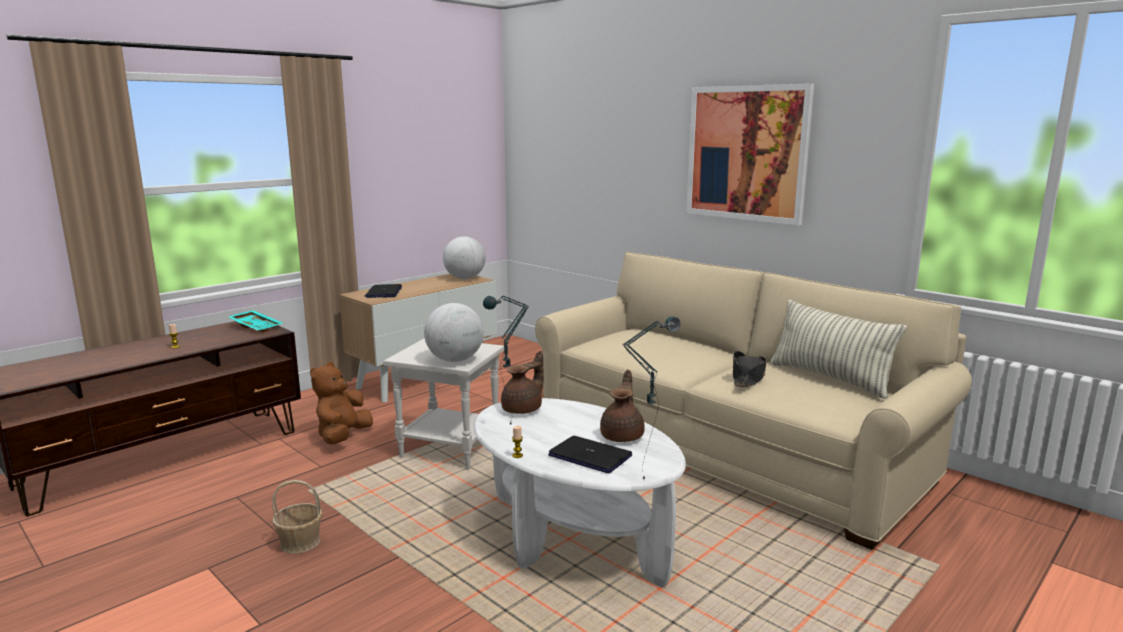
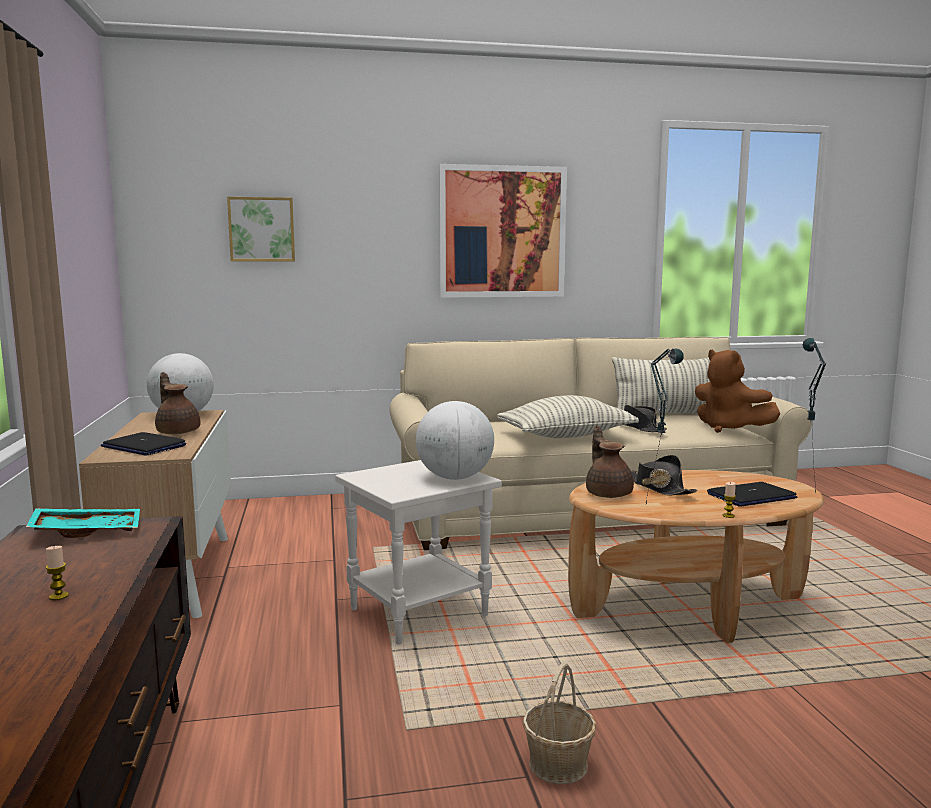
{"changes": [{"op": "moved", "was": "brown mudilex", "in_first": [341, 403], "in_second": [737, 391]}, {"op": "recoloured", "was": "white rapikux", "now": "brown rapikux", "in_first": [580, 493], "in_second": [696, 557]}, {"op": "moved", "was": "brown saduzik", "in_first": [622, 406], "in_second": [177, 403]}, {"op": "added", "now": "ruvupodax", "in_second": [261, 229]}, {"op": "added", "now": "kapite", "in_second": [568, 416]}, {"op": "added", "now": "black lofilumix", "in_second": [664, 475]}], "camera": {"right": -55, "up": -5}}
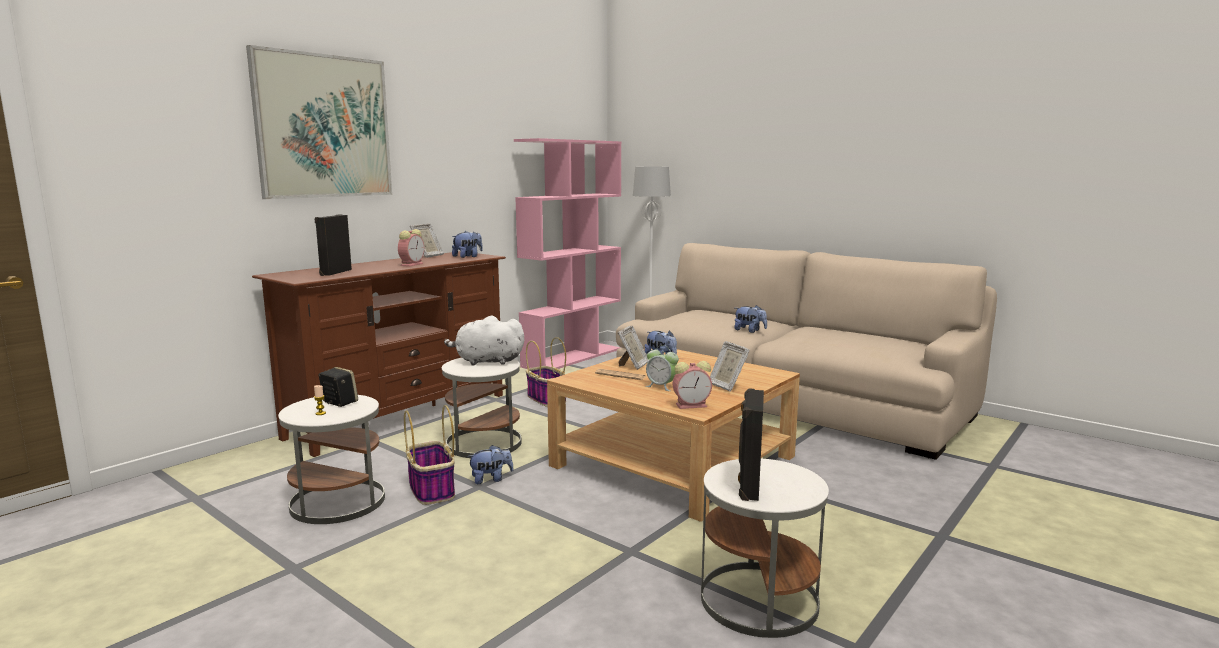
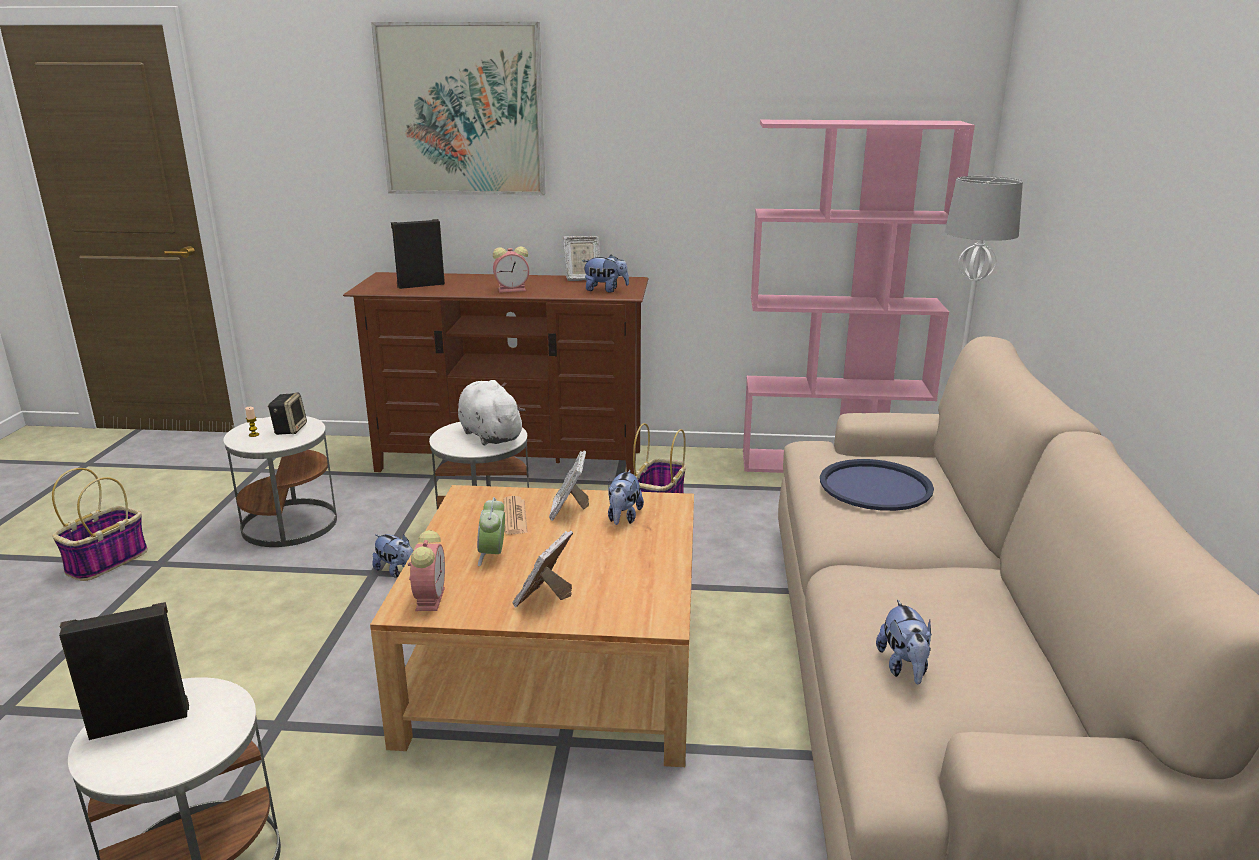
{"changes": [{"op": "moved", "was": "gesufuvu", "in_first": [429, 455], "in_second": [100, 524]}, {"op": "turned", "was": "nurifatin", "in_first": [633, 347], "in_second": [569, 485], "clockwise": 105}, {"op": "turned", "was": "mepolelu", "in_first": [692, 385], "in_second": [426, 570], "clockwise": -135}, {"op": "moved", "was": "mudilex", "in_first": [750, 319], "in_second": [904, 642]}, {"op": "added", "now": "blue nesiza", "in_second": [877, 485]}], "camera": {"right": 55, "up": 10}}
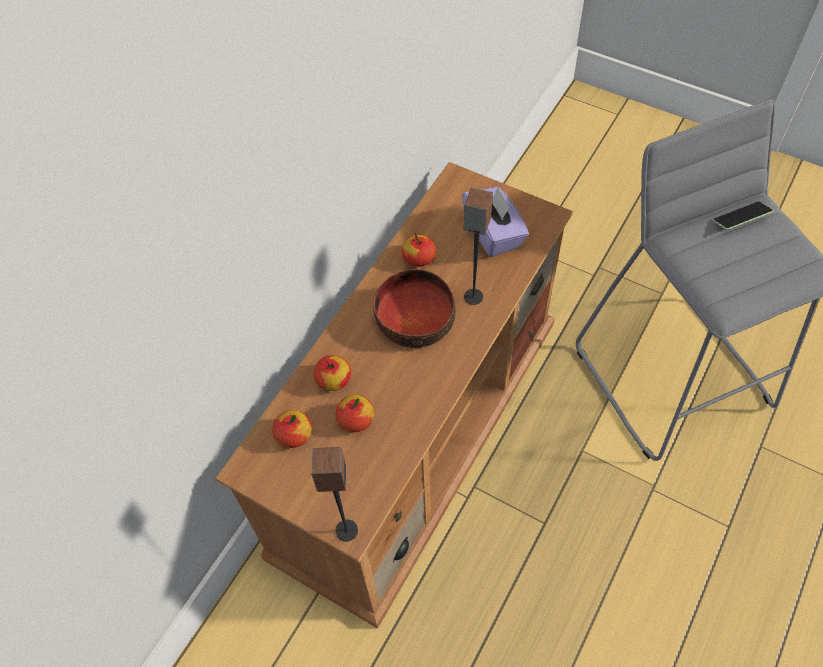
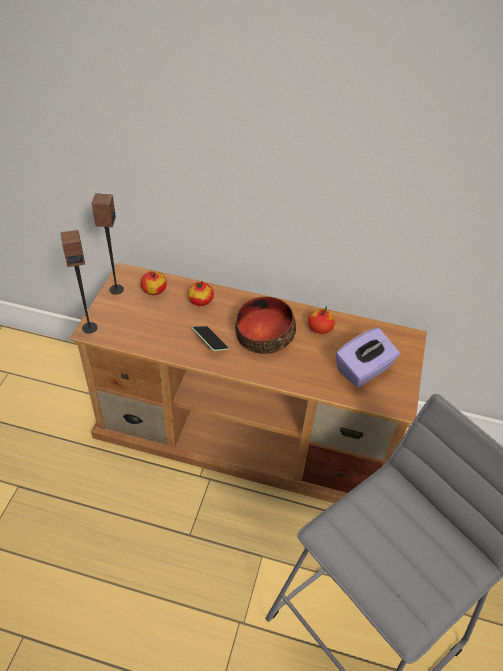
{"changes": [{"op": "removed", "was": "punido", "in_first": [355, 413]}, {"op": "moved", "was": "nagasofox", "in_first": [478, 246], "in_second": [107, 244]}, {"op": "moved", "was": "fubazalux", "in_first": [743, 215], "in_second": [210, 338]}], "camera": {"right": 70, "up": -10}}
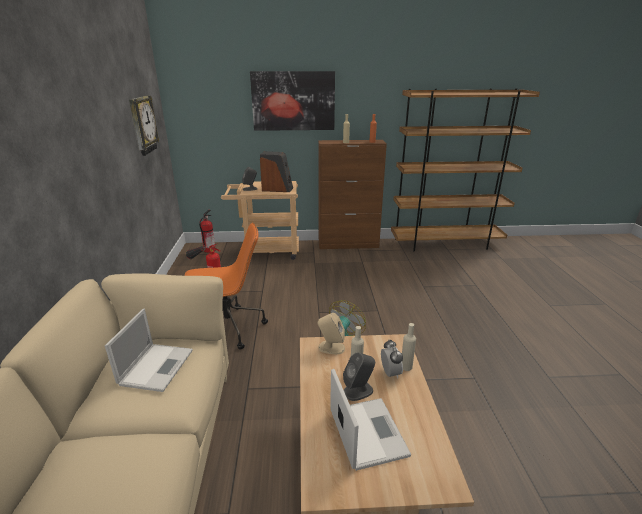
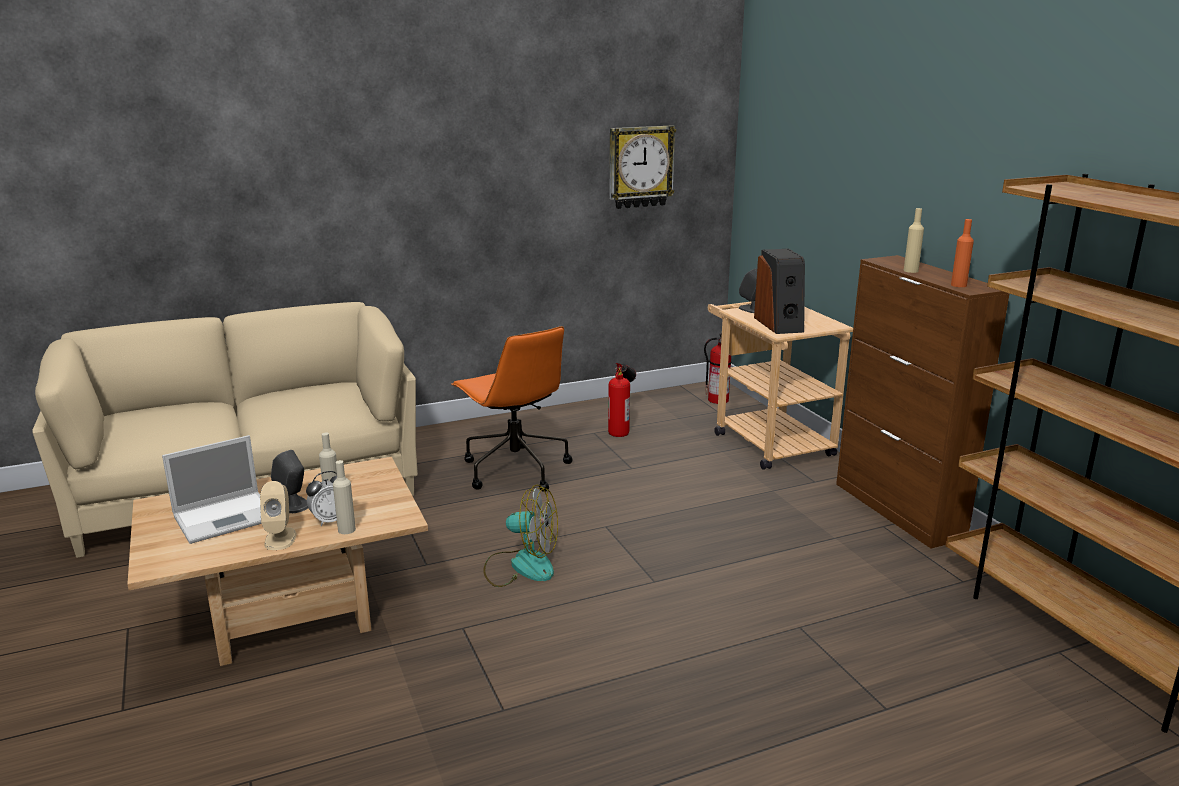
{"changes": [{"op": "removed", "was": "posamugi", "in_first": [149, 350]}, {"op": "removed", "was": "ruvupodax", "in_first": [292, 101]}, {"op": "moved", "was": "beige nagasofox", "in_first": [331, 333], "in_second": [278, 515]}], "camera": {"right": 70, "up": -5}}
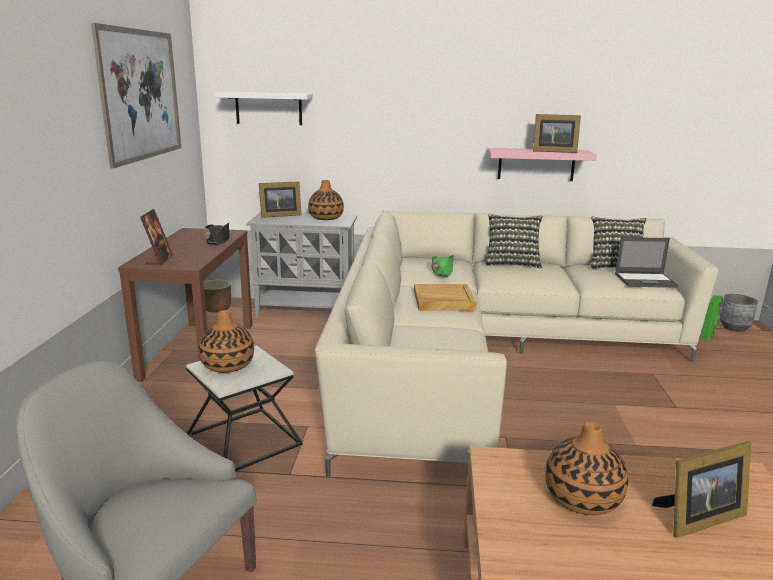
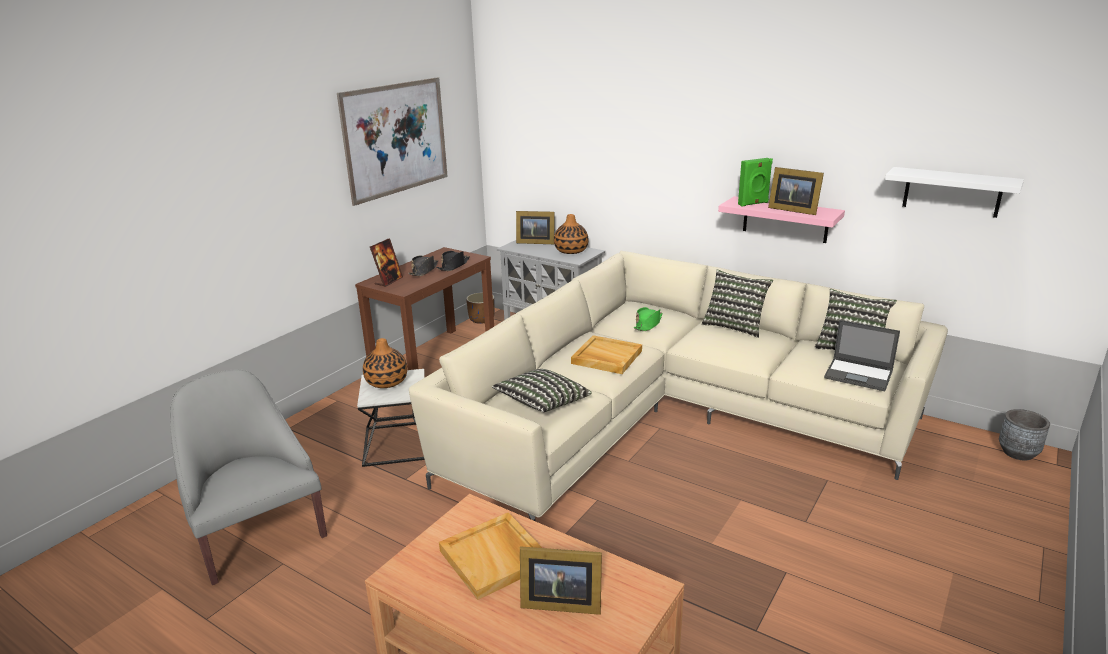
{"changes": [{"op": "moved", "was": "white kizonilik", "in_first": [263, 108], "in_second": [954, 192]}, {"op": "replaced", "was": "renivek", "now": "beige nesiza", "in_first": [586, 468], "in_second": [490, 556]}, {"op": "moved", "was": "green nagasofox", "in_first": [711, 318], "in_second": [755, 182]}, {"op": "added", "now": "black lofilumix", "in_second": [423, 265]}, {"op": "added", "now": "kapite", "in_second": [542, 390]}], "camera": {"right": 30, "up": 5}}
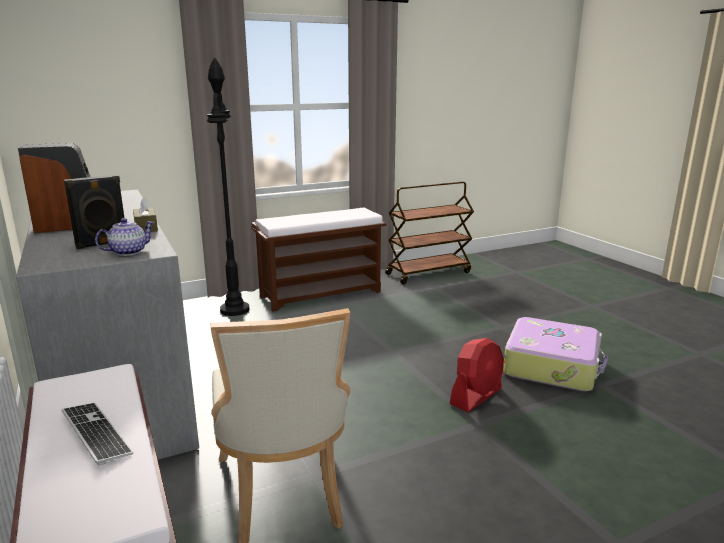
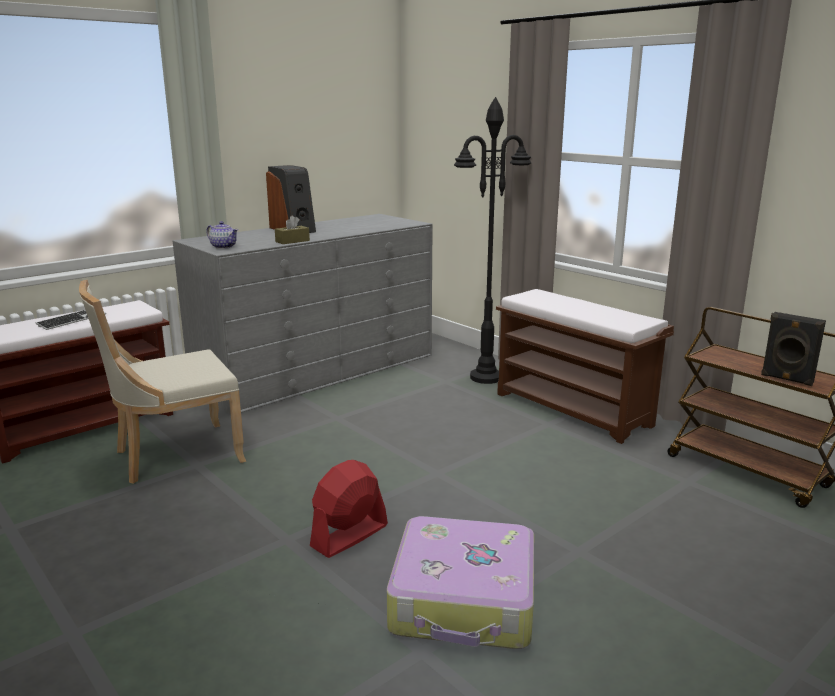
{"changes": [{"op": "moved", "was": "black nagasofox", "in_first": [94, 212], "in_second": [793, 349]}, {"op": "turned", "was": "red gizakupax", "in_first": [477, 375], "in_second": [349, 509], "clockwise": 105}], "camera": {"right": 75, "up": 0}}
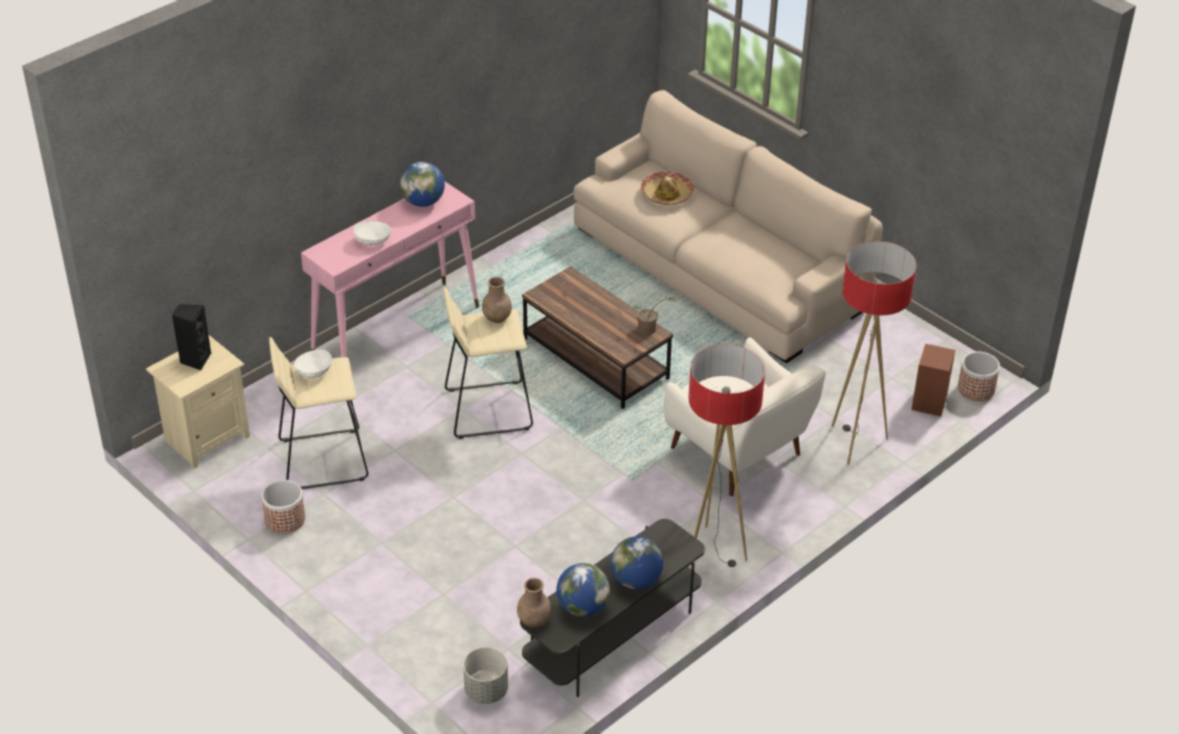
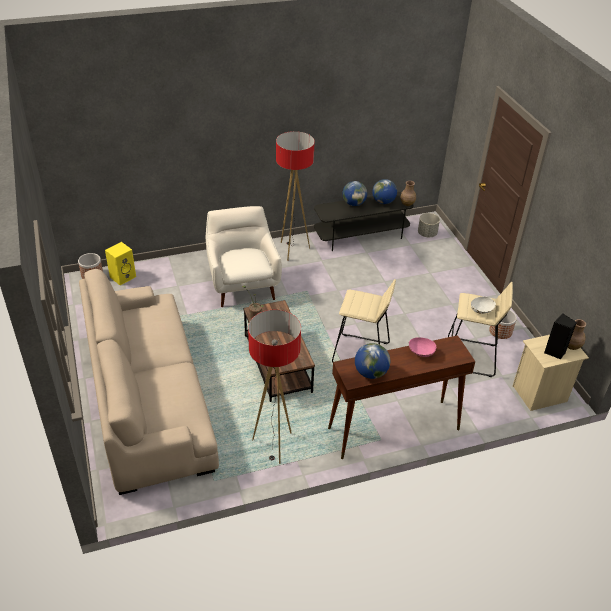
{"changes": [{"op": "recoloured", "was": "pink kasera", "now": "brown kasera", "in_first": [390, 269], "in_second": [402, 397]}, {"op": "recoloured", "was": "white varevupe", "now": "pink varevupe", "in_first": [372, 233], "in_second": [422, 347]}, {"op": "moved", "was": "brown renivek", "in_first": [497, 300], "in_second": [577, 334]}, {"op": "removed", "was": "lofilumix", "in_first": [667, 188]}, {"op": "moved", "was": "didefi", "in_first": [874, 353], "in_second": [274, 387]}, {"op": "recoloured", "was": "brown nagasofox", "now": "yellow nagasofox", "in_first": [933, 380], "in_second": [120, 263]}], "camera": {"right": -155, "up": 0}}
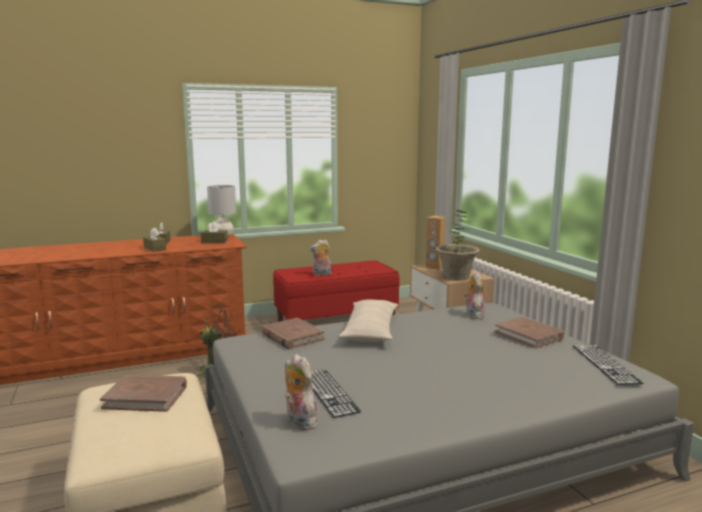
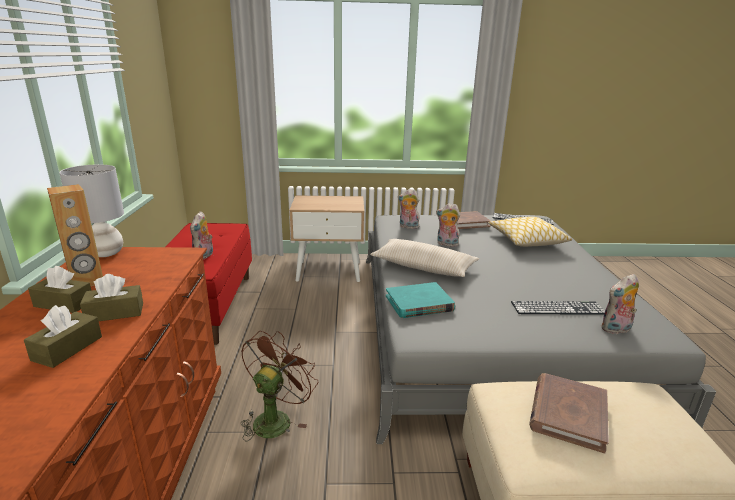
{"changes": [{"op": "moved", "was": "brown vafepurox", "in_first": [214, 232], "in_second": [63, 336]}, {"op": "recoloured", "was": "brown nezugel", "now": "turquoise nezugel", "in_first": [293, 333], "in_second": [420, 300]}, {"op": "moved", "was": "brown nagasofox", "in_first": [436, 243], "in_second": [75, 235]}, {"op": "removed", "was": "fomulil", "in_first": [457, 245]}, {"op": "added", "now": "mudilex", "in_second": [448, 225]}, {"op": "added", "now": "kapite", "in_second": [530, 232]}], "camera": {"right": -70, "up": 10}}
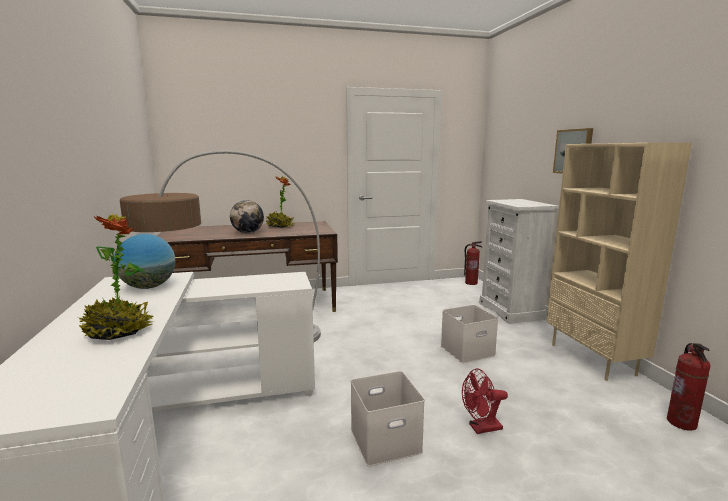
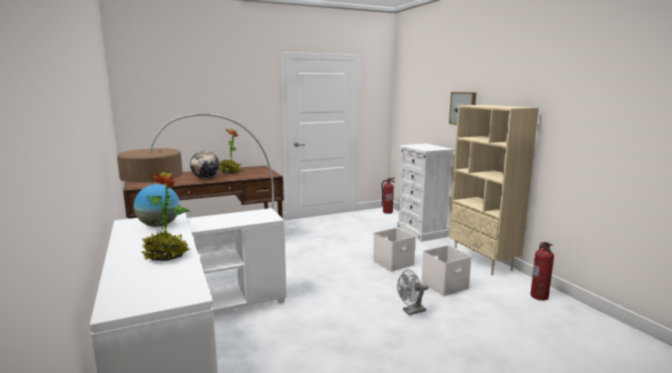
{"changes": [{"op": "moved", "was": "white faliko", "in_first": [388, 418], "in_second": [446, 270]}, {"op": "recoloured", "was": "red gizakupax", "now": "grey gizakupax", "in_first": [485, 401], "in_second": [413, 292]}], "camera": {"right": -10, "up": 0}}
